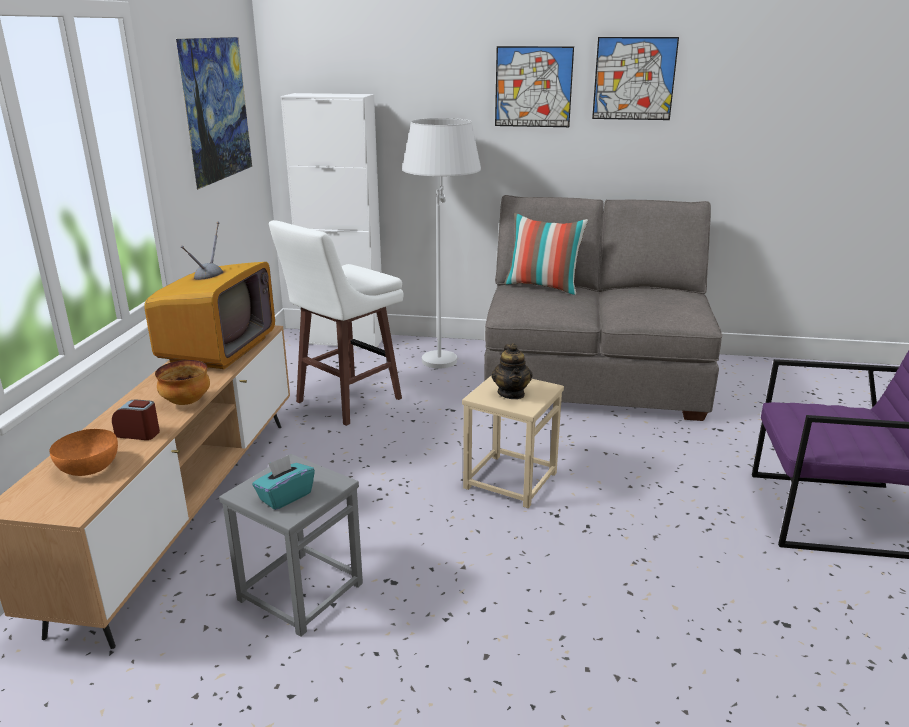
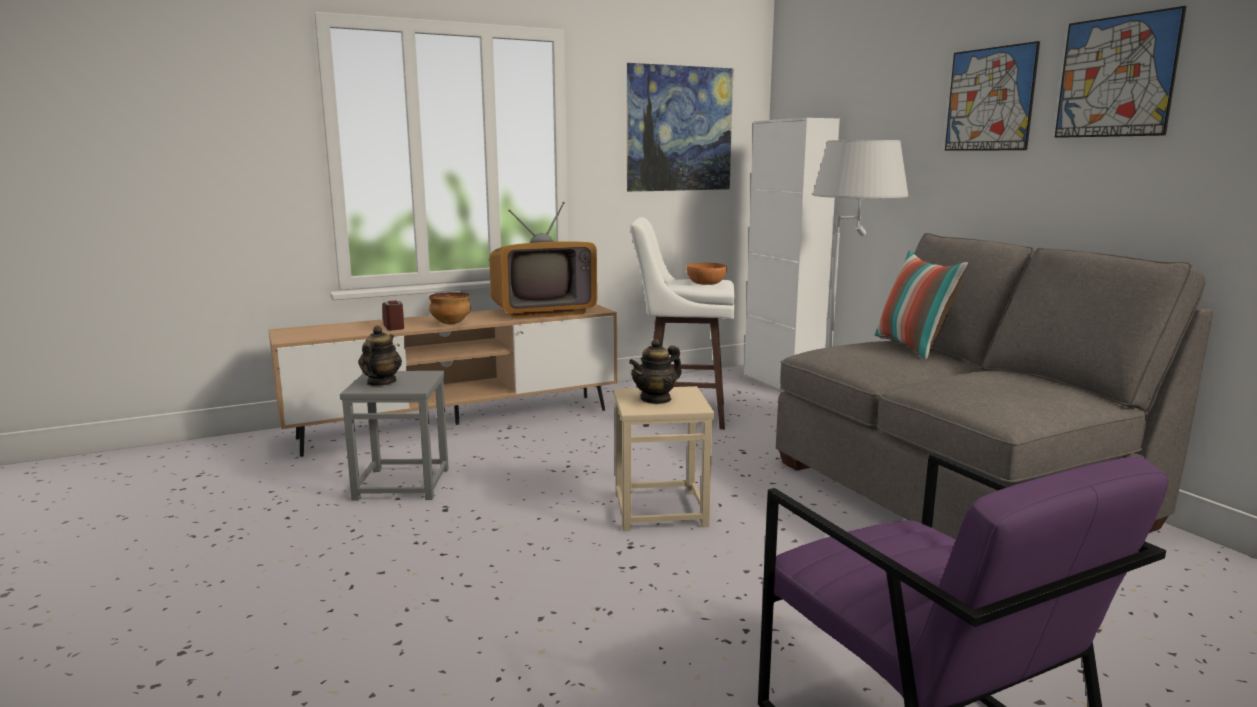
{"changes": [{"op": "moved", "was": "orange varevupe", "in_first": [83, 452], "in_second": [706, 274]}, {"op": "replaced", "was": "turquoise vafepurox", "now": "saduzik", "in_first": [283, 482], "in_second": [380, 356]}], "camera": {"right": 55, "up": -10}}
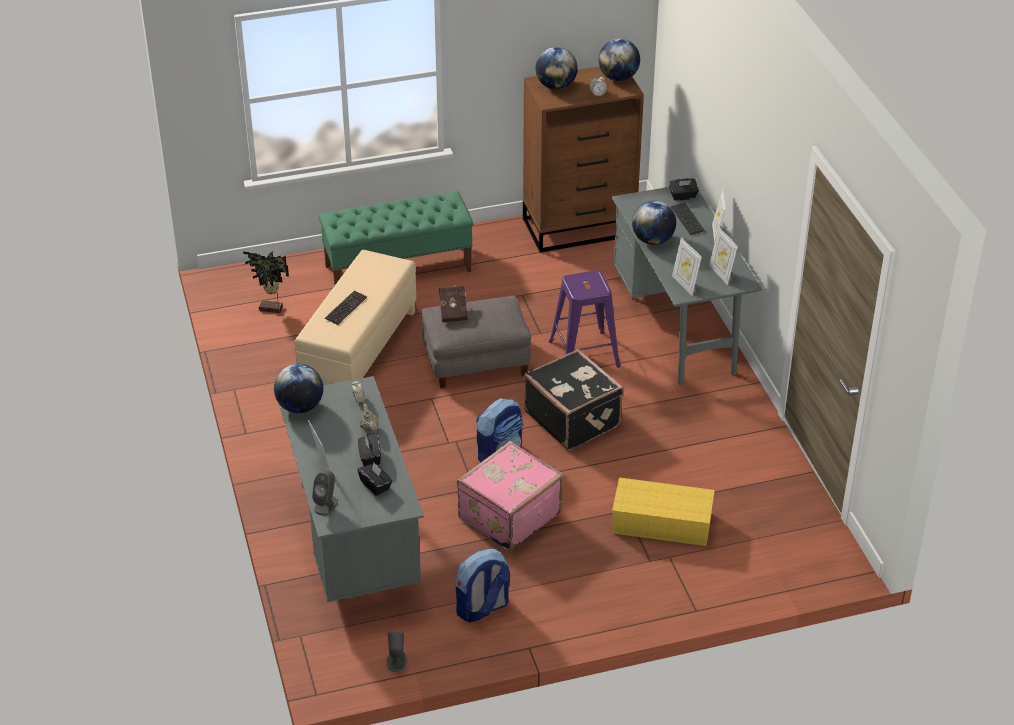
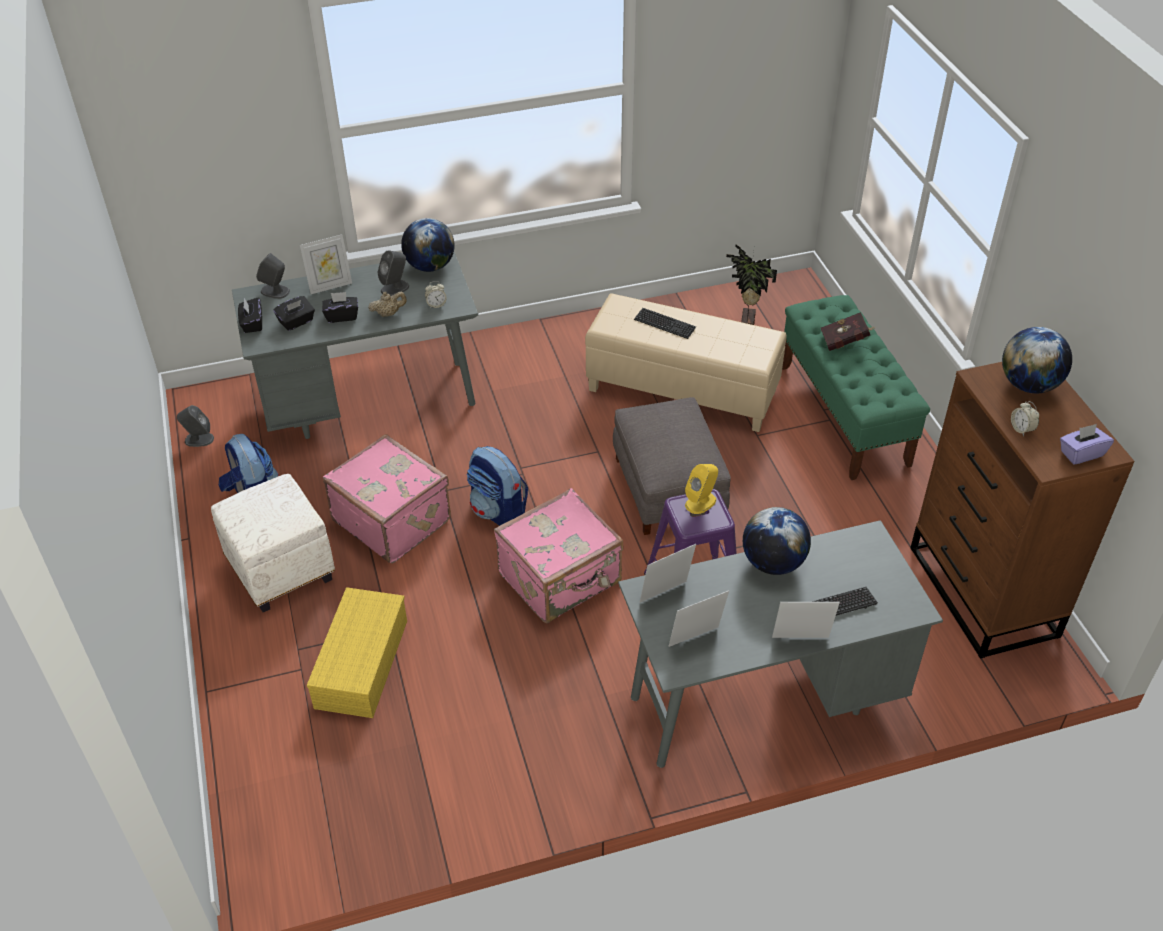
{"changes": [{"op": "moved", "was": "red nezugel", "in_first": [453, 303], "in_second": [848, 331]}, {"op": "recoloured", "was": "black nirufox", "now": "pink nirufox", "in_first": [574, 399], "in_second": [558, 556]}, {"op": "replaced", "was": "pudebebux", "now": "purple vafepurox", "in_first": [619, 60], "in_second": [1087, 444]}, {"op": "moved", "was": "black vafepurox", "in_first": [684, 189], "in_second": [250, 315]}, {"op": "added", "now": "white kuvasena", "in_second": [273, 543]}, {"op": "added", "now": "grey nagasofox", "in_second": [393, 273]}, {"op": "added", "now": "yellow nagasofox", "in_second": [701, 489]}], "camera": {"right": 90, "up": 5}}
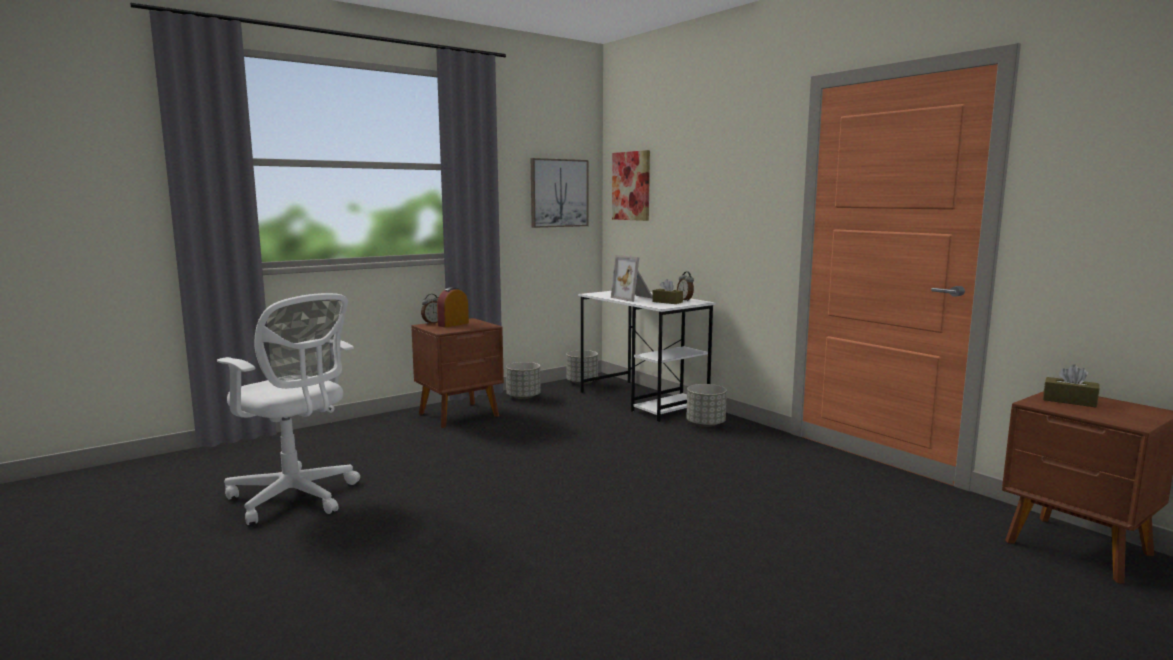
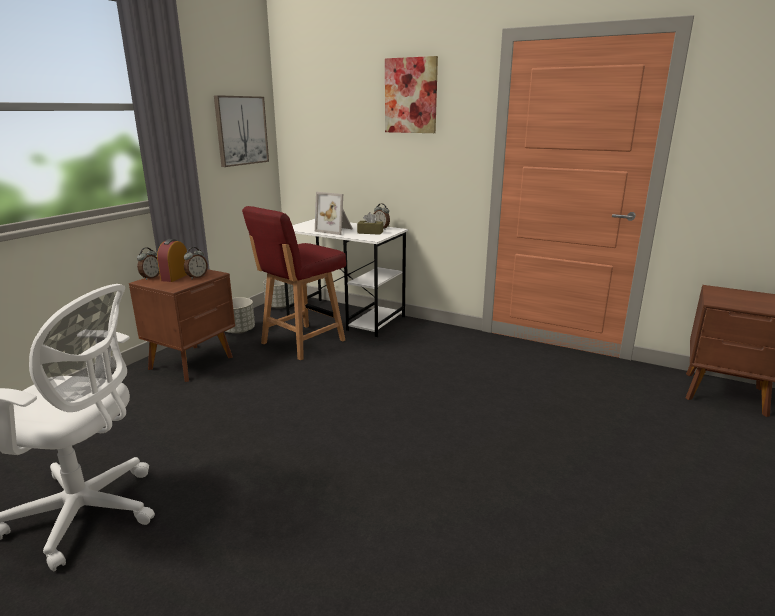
{"changes": [{"op": "moved", "was": "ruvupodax", "in_first": [631, 185], "in_second": [411, 94]}, {"op": "removed", "was": "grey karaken", "in_first": [706, 405]}, {"op": "removed", "was": "brown vafepurox", "in_first": [1071, 385]}, {"op": "added", "now": "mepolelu", "in_second": [196, 263]}, {"op": "added", "now": "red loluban", "in_second": [294, 283]}], "camera": {"right": -25, "up": 10}}
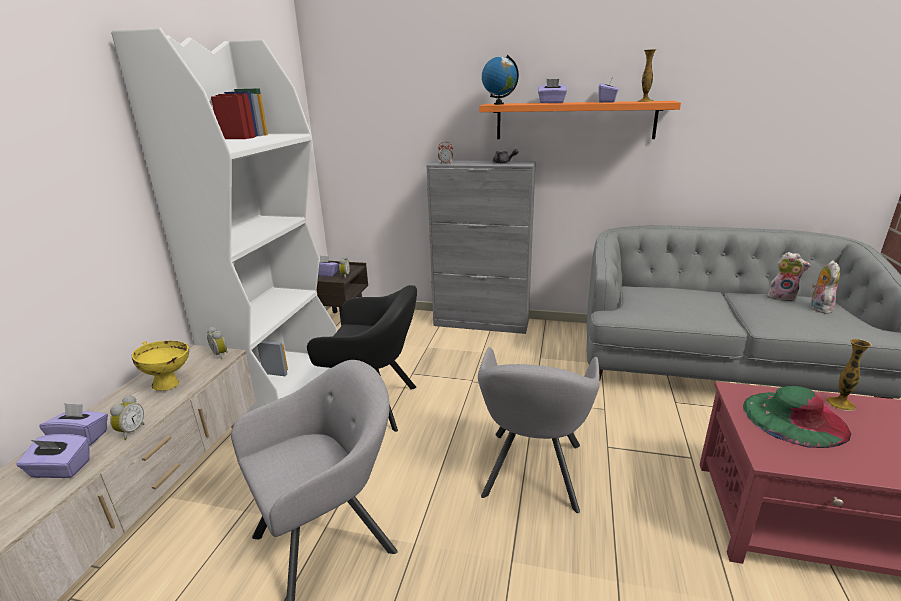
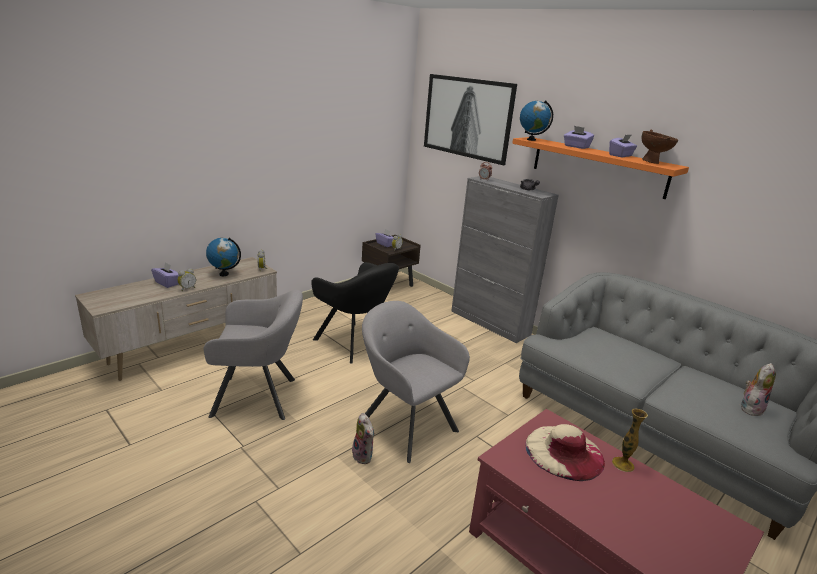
{"changes": [{"op": "removed", "was": "purple vafepurox", "in_first": [53, 456]}, {"op": "removed", "was": "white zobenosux", "in_first": [224, 222]}, {"op": "replaced", "was": "yellow varevupe", "now": "pudebebux", "in_first": [161, 366], "in_second": [223, 257]}, {"op": "turned", "was": "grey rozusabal", "in_first": [539, 430], "in_second": [416, 382], "clockwise": 90}, {"op": "replaced", "was": "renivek", "now": "brown varevupe", "in_first": [646, 75], "in_second": [660, 146]}, {"op": "recoloured", "was": "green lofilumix", "now": "beige lofilumix", "in_first": [797, 417], "in_second": [565, 452]}, {"op": "moved", "was": "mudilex", "in_first": [789, 276], "in_second": [363, 438]}, {"op": "added", "now": "ruvupodax", "in_second": [470, 120]}], "camera": {"right": 30, "up": 0}}
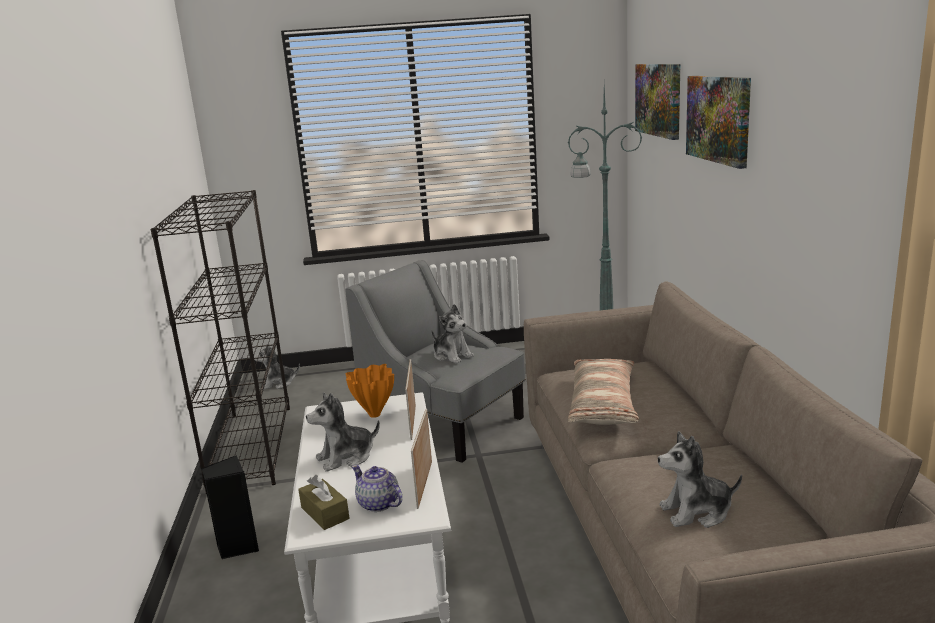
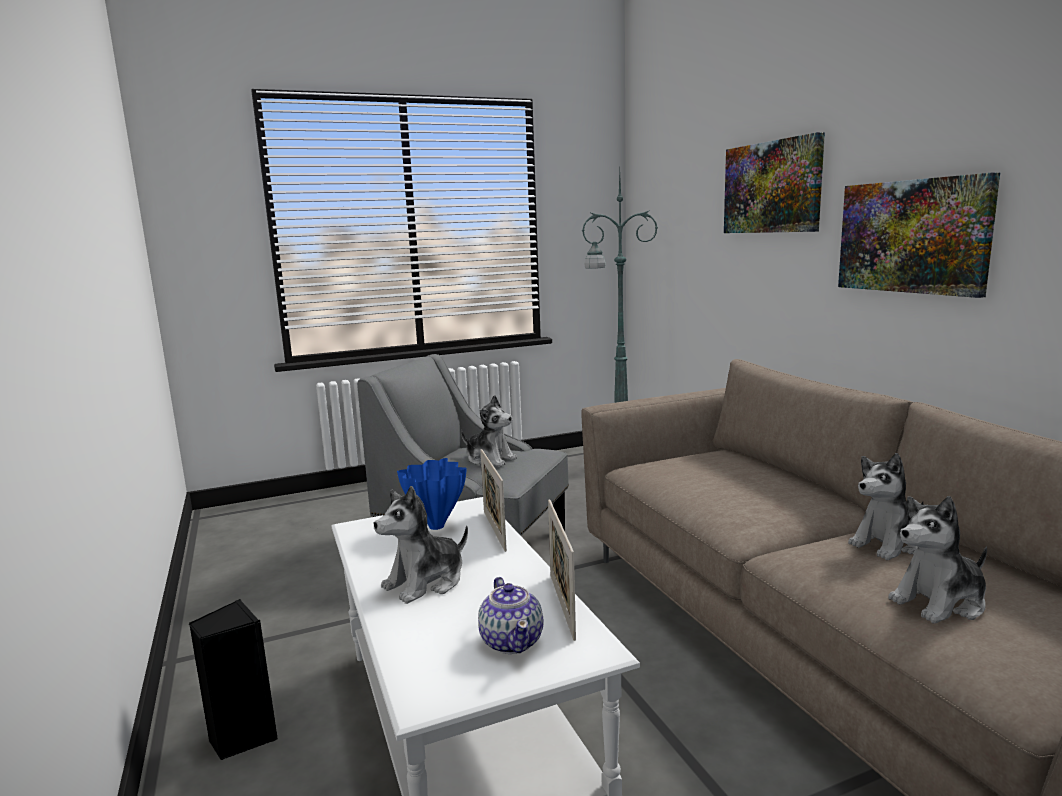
{"changes": [{"op": "removed", "was": "black zobenosux", "in_first": [220, 342]}, {"op": "moved", "was": "mudilex", "in_first": [277, 366], "in_second": [885, 506]}, {"op": "removed", "was": "brown vafepurox", "in_first": [324, 502]}, {"op": "recoloured", "was": "orange renivek", "now": "blue renivek", "in_first": [369, 391], "in_second": [432, 494]}, {"op": "turned", "was": "saduzik", "in_first": [377, 488], "in_second": [510, 615], "clockwise": -135}, {"op": "removed", "was": "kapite", "in_first": [603, 392]}, {"op": "moved", "was": "ruvupodax", "in_first": [657, 102], "in_second": [919, 235]}], "camera": {"right": -15, "up": -5}}
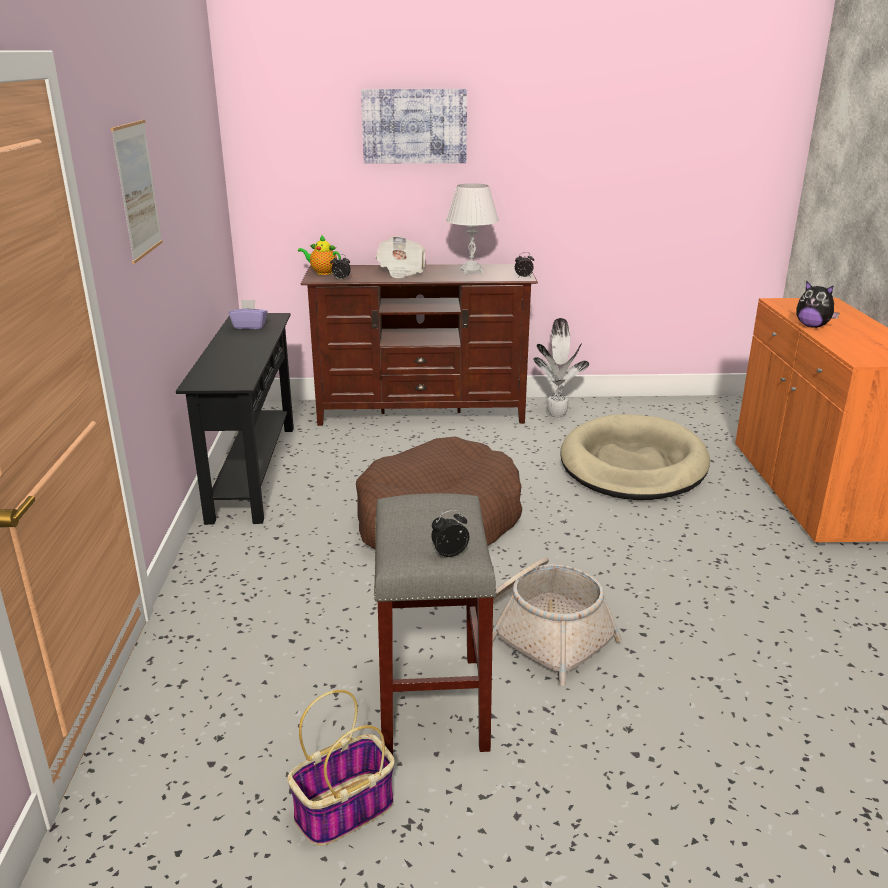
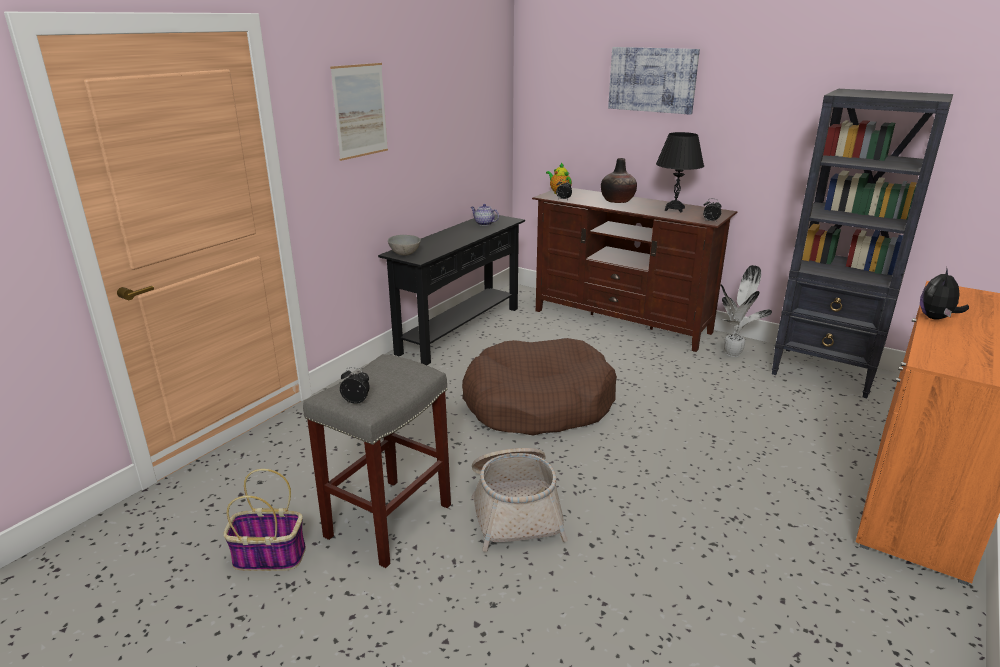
{"changes": [{"op": "replaced", "was": "purple vafepurox", "now": "saduzik", "in_first": [248, 314], "in_second": [485, 215]}, {"op": "replaced", "was": "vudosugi", "now": "renivek", "in_first": [400, 257], "in_second": [619, 180]}, {"op": "recoloured", "was": "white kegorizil", "now": "black kegorizil", "in_first": [472, 228], "in_second": [680, 172]}, {"op": "removed", "was": "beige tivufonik", "in_first": [635, 457]}, {"op": "turned", "was": "mudilex", "in_first": [818, 304], "in_second": [944, 294], "clockwise": 45}, {"op": "added", "now": "grey varevupe", "in_second": [404, 245]}, {"op": "added", "now": "black zobenosux", "in_second": [862, 243]}], "camera": {"right": 35, "up": 0}}
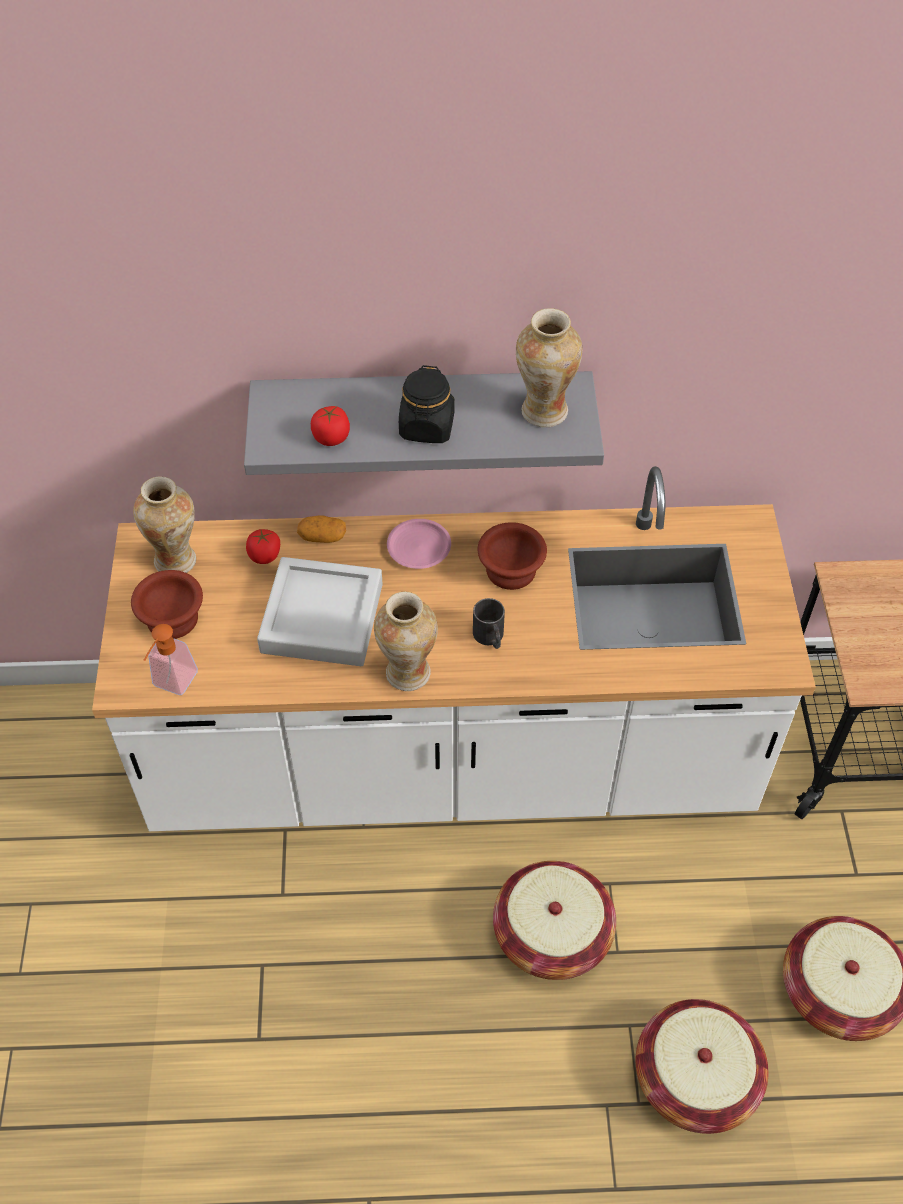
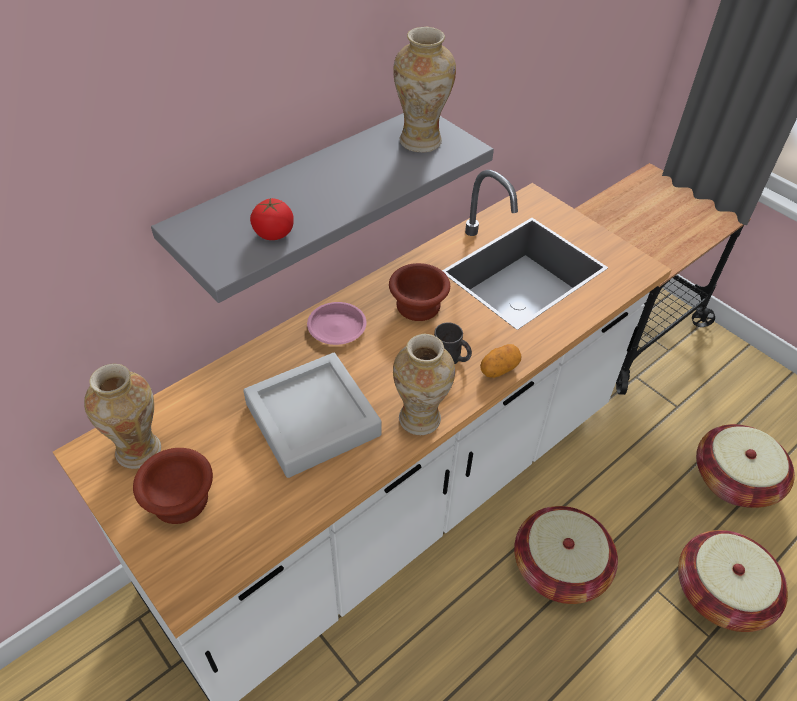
{"changes": [{"op": "removed", "was": "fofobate", "in_first": [171, 659]}, {"op": "removed", "was": "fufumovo", "in_first": [263, 546]}, {"op": "moved", "was": "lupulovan", "in_first": [321, 529], "in_second": [500, 361]}, {"op": "removed", "was": "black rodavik", "in_first": [427, 404]}], "camera": {"right": -40, "up": -5}}
